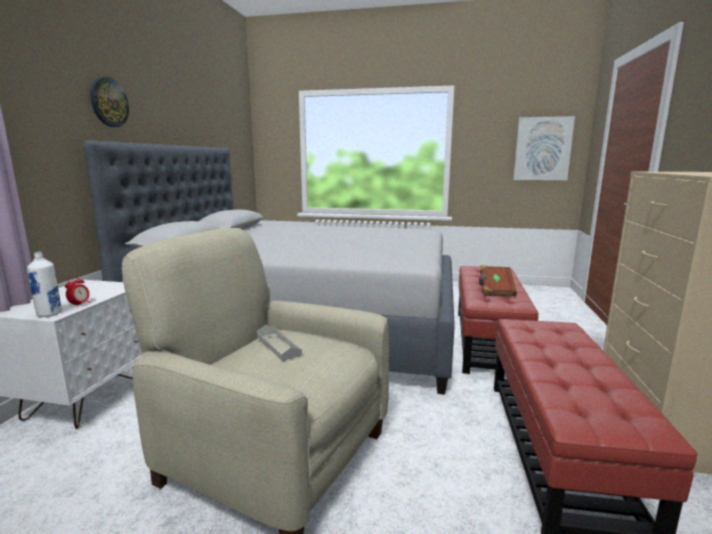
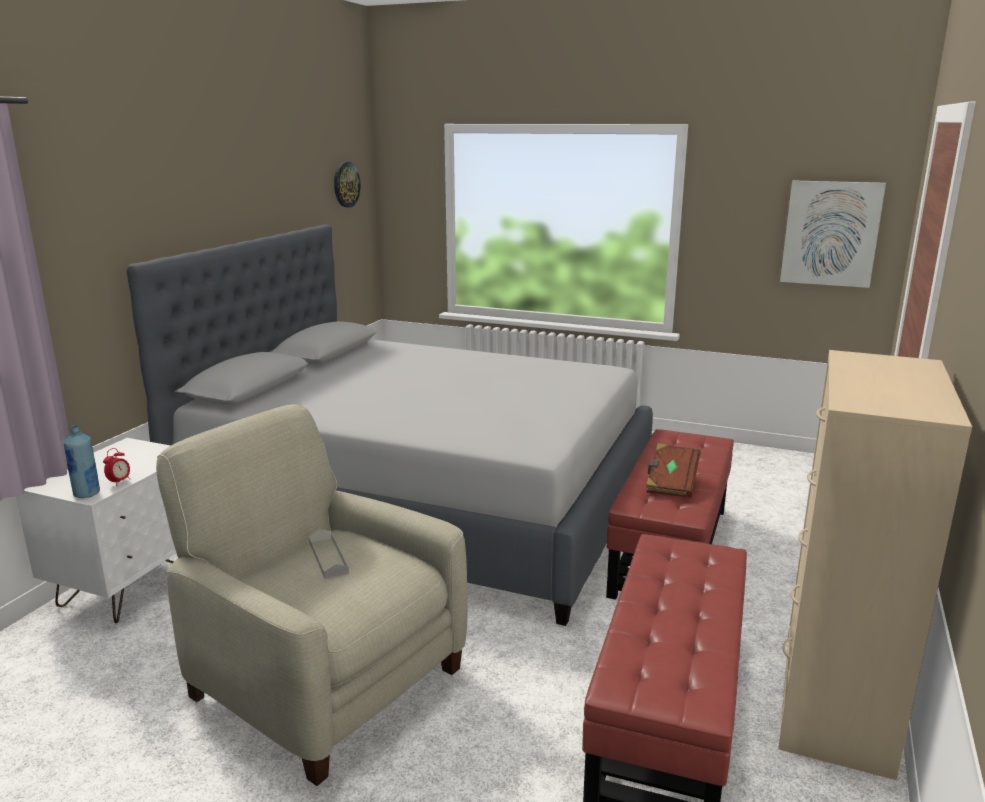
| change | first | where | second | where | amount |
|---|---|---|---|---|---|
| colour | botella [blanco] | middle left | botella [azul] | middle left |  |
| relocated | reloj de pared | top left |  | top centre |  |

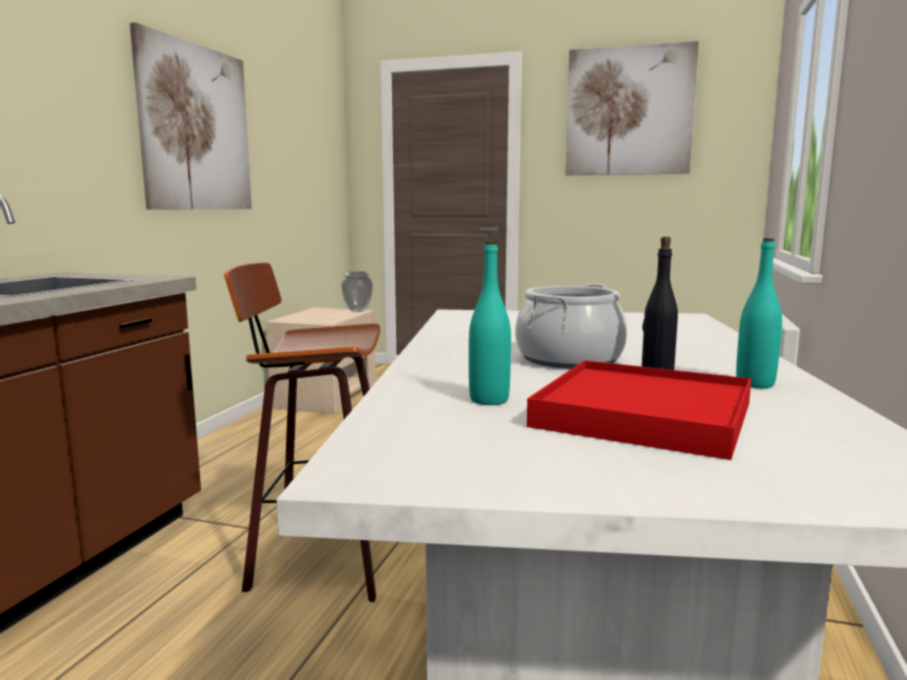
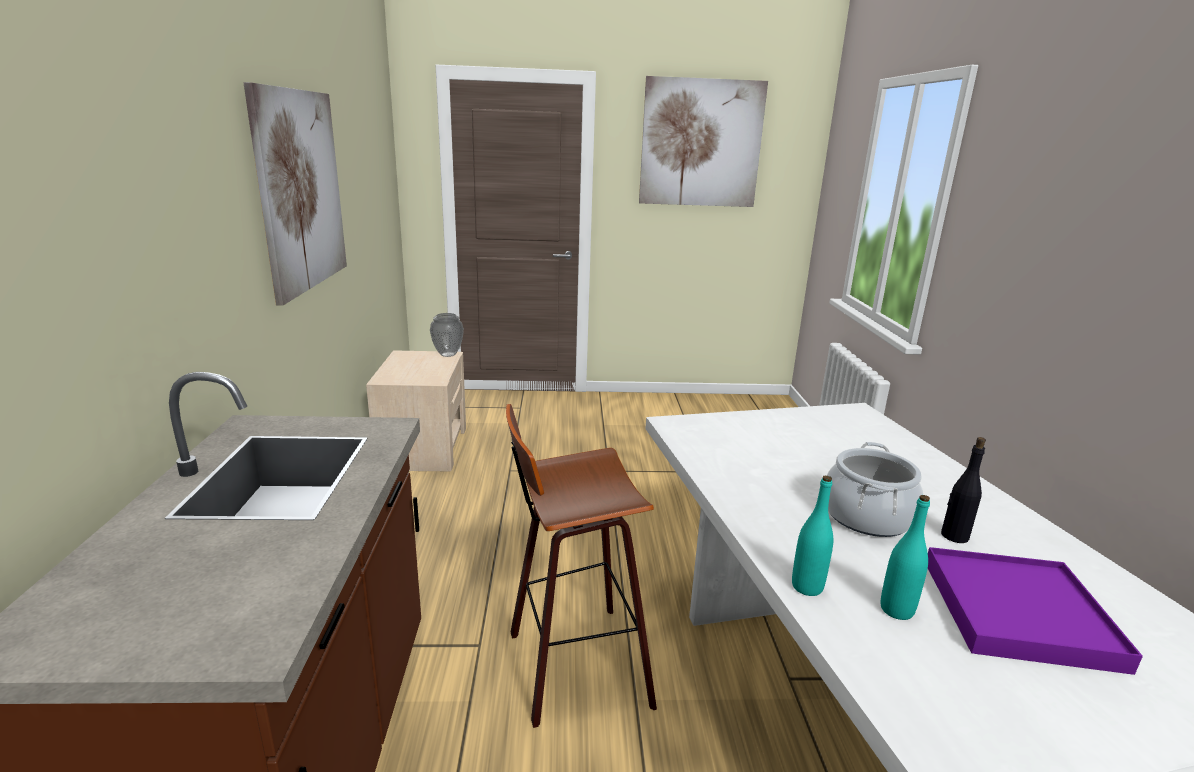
| change | first | where | second | where | amount |
|---|---|---|---|---|---|
| relocated | botella [turquesa] (no. 2 from left in the first image) | middle right | botella [turquesa] (no. 1 from left) | bottom right |  |
| colour | bandeja [rojo] | middle right | bandeja [morado] | bottom right |  |

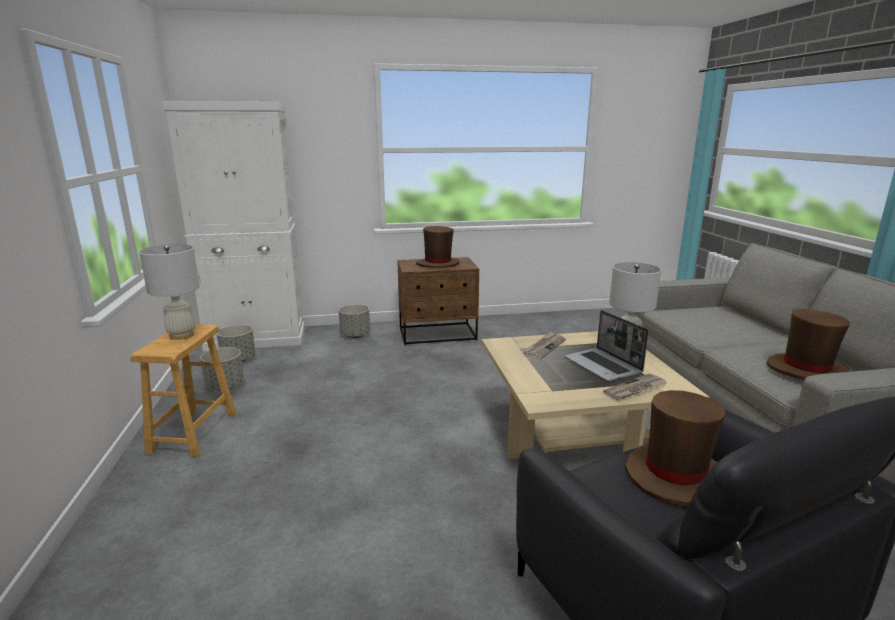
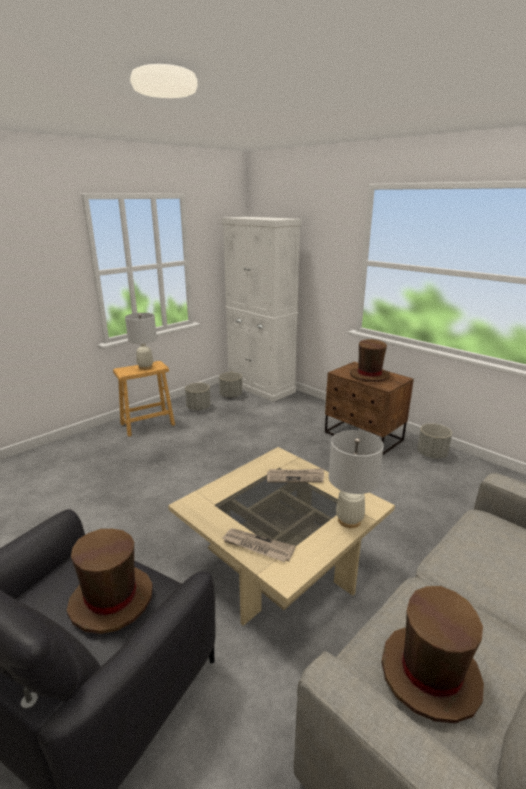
| change | first | where | second | where | amount |
|---|---|---|---|---|---|
| relocated | maceta [gris] (no. 3 from left) | centre |  | middle right |  |
| missing | portátil | middle right |  |  |  |

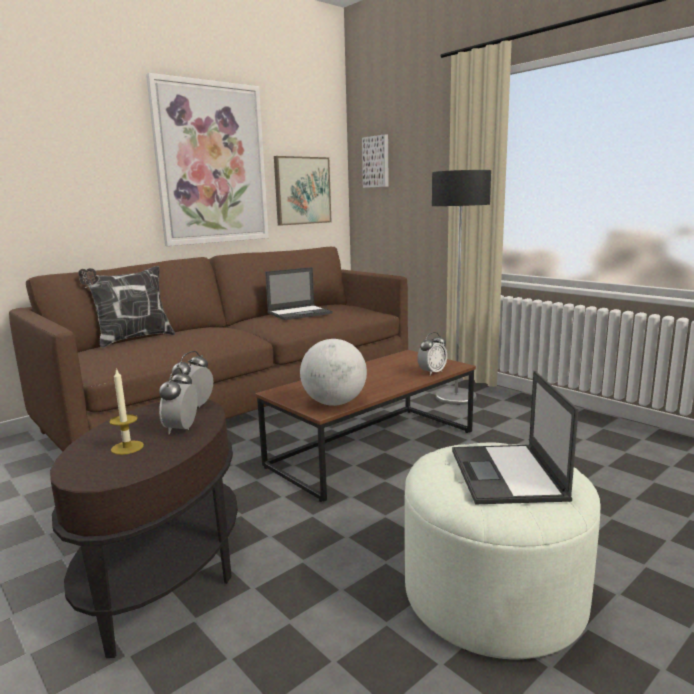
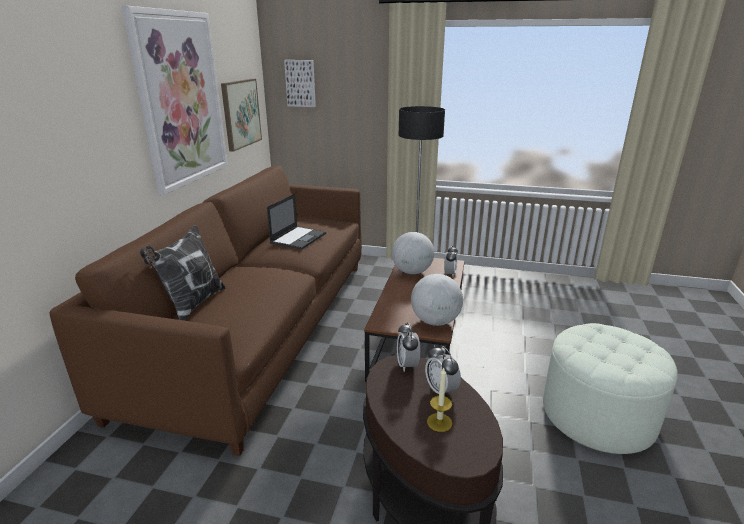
| change | first | where | second | where | amount |
|---|---|---|---|---|---|
| appeared |  |  | globo terráqueo (no. 1 from left) | centre |  |
| missing | portátil (no. 2 from left) | middle right |  |  |  |

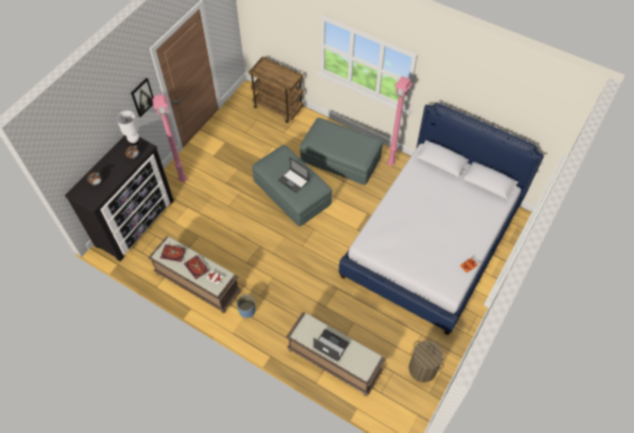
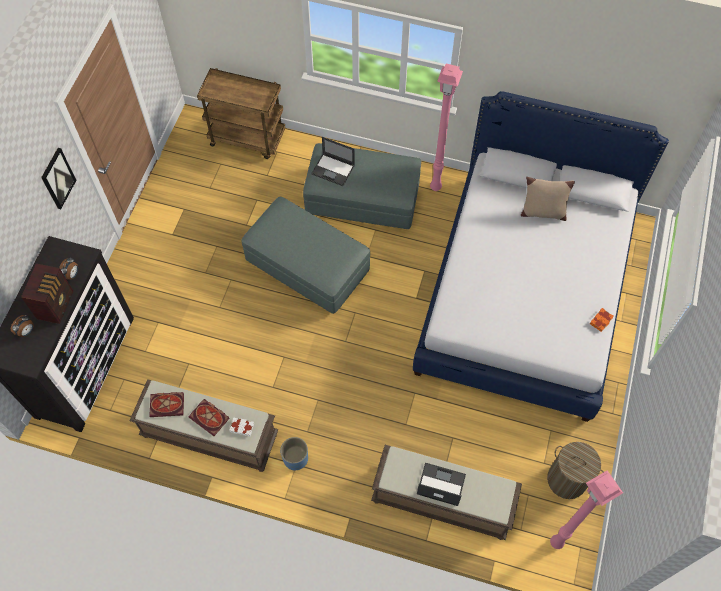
| change | first | where | second | where | amount |
|---|---|---|---|---|---|
| appeared |  |  | radio | middle left |  |
| relocated | portátil (no. 1 from left) | centre |  | top centre |  |
| appeared |  |  | cojín [beis] | middle right |  |
| relocated | lámpara de pie [rosa] (no. 1 from left in the first image) | top left | lámpara de pie [rosa] (no. 2 from left) | bottom right |  |
| missing | lámpara de mesa [blanco] | top left |  |  |  |

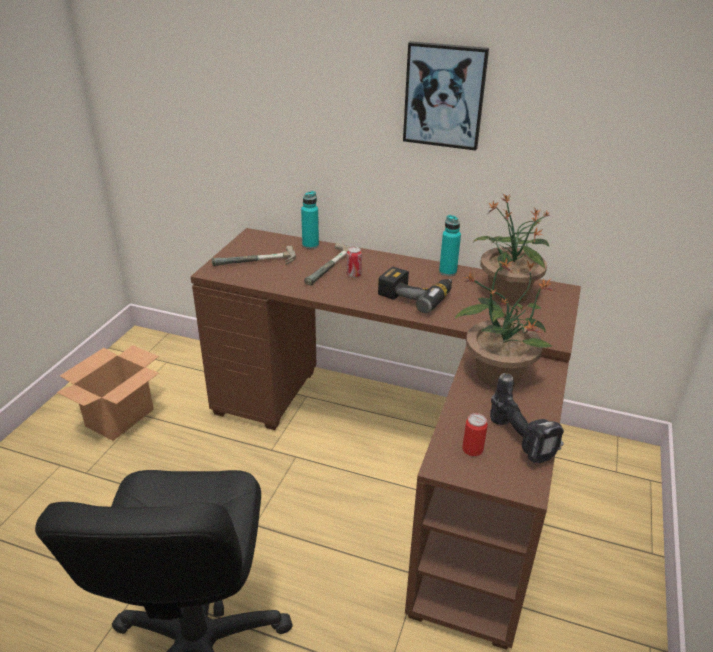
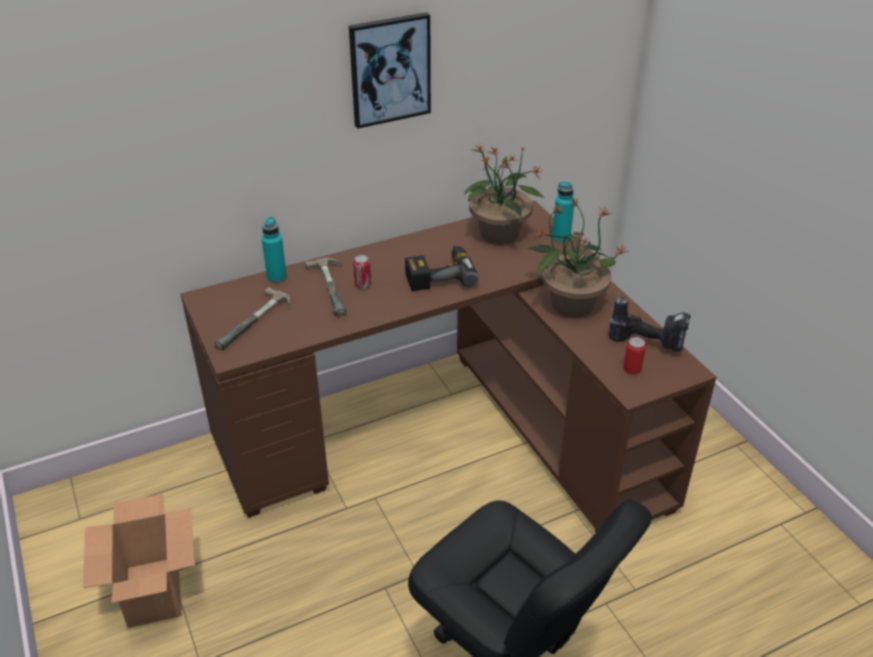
| change | first | where | second | where | amount |
|---|---|---|---|---|---|
| relocated | botella [turquesa] (no. 2 from left) | centre |  | top centre |  |

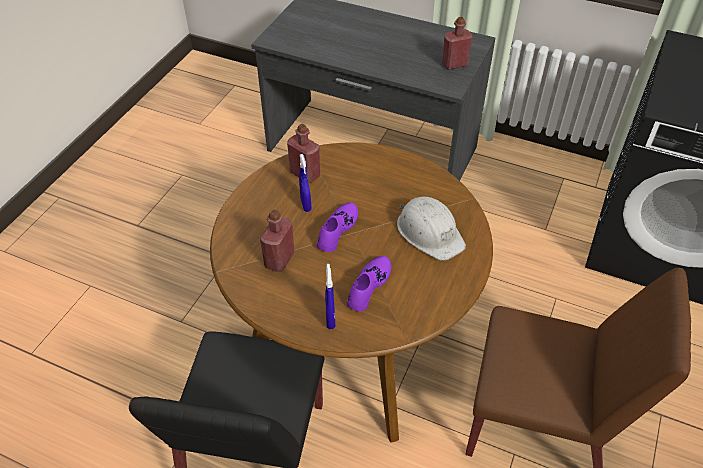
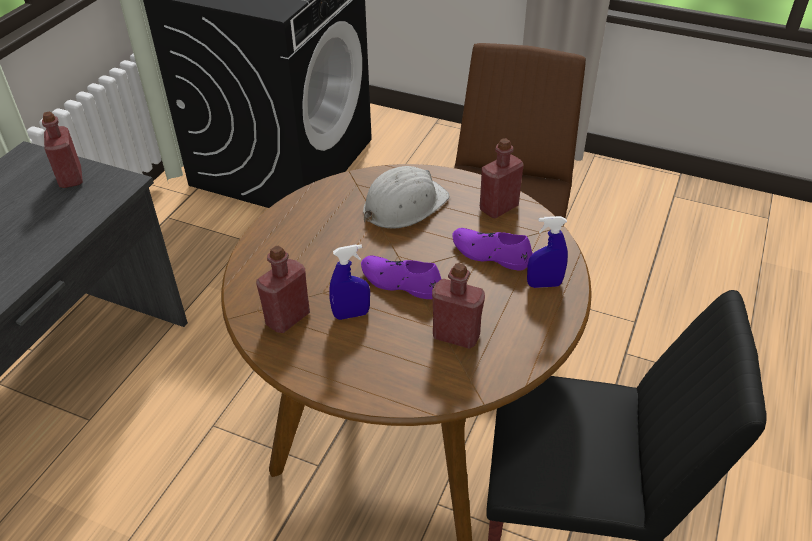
| change | first | where | second | where | amount |
|---|---|---|---|---|---|
| appeared |  |  | botella [rojo] (no. 4 from left) | top centre |  |

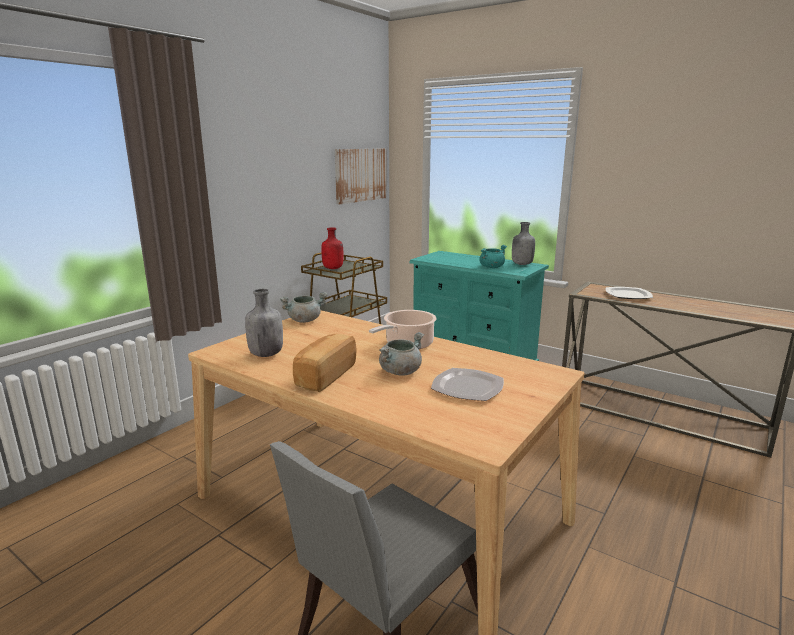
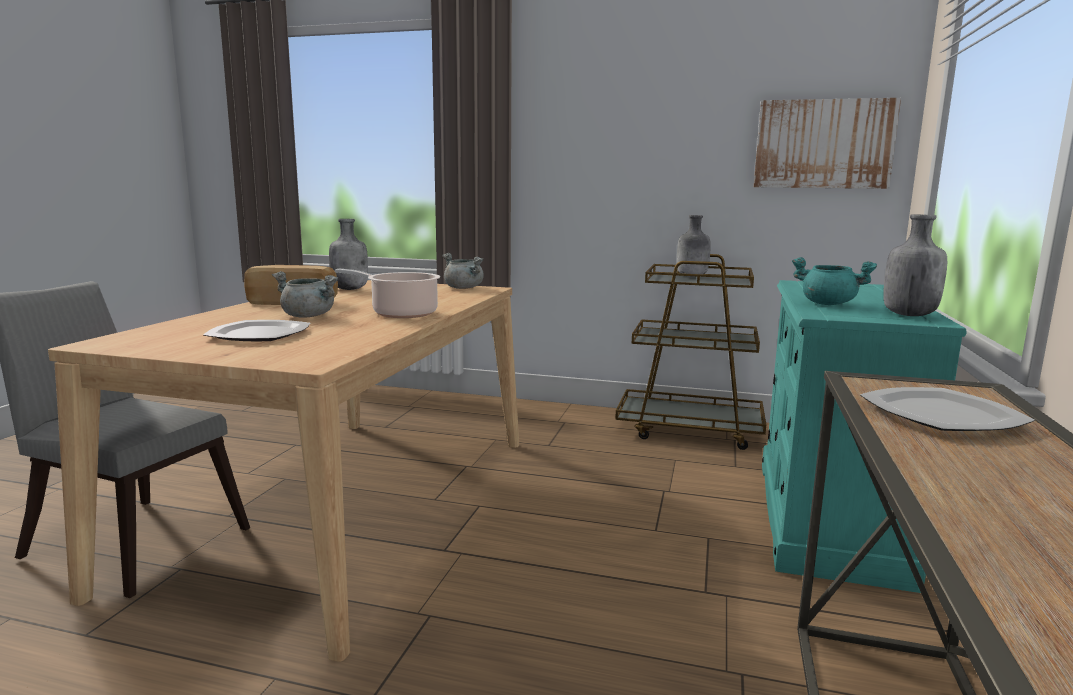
| change | first | where | second | where | amount |
|---|---|---|---|---|---|
| colour | botella [rojo] | centre | botella [gris] (no. 2 from left) | centre |  |

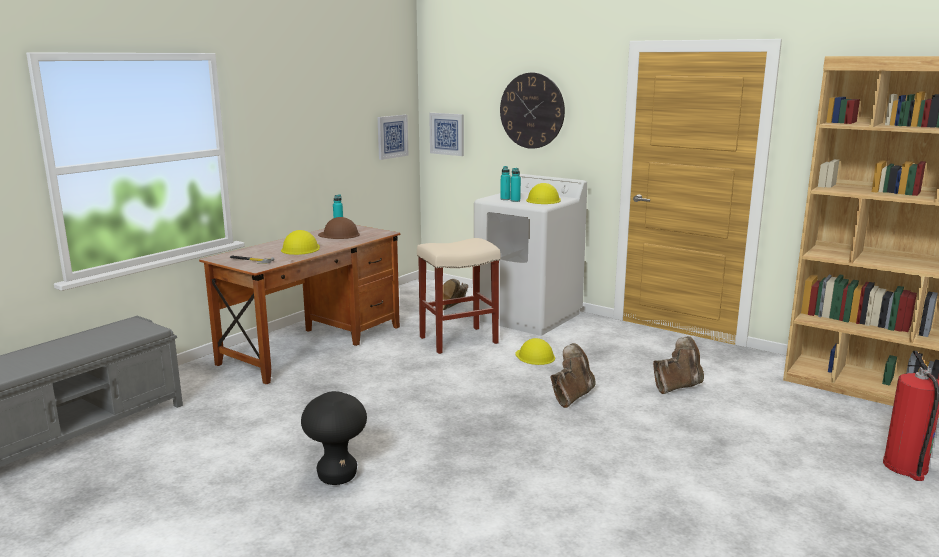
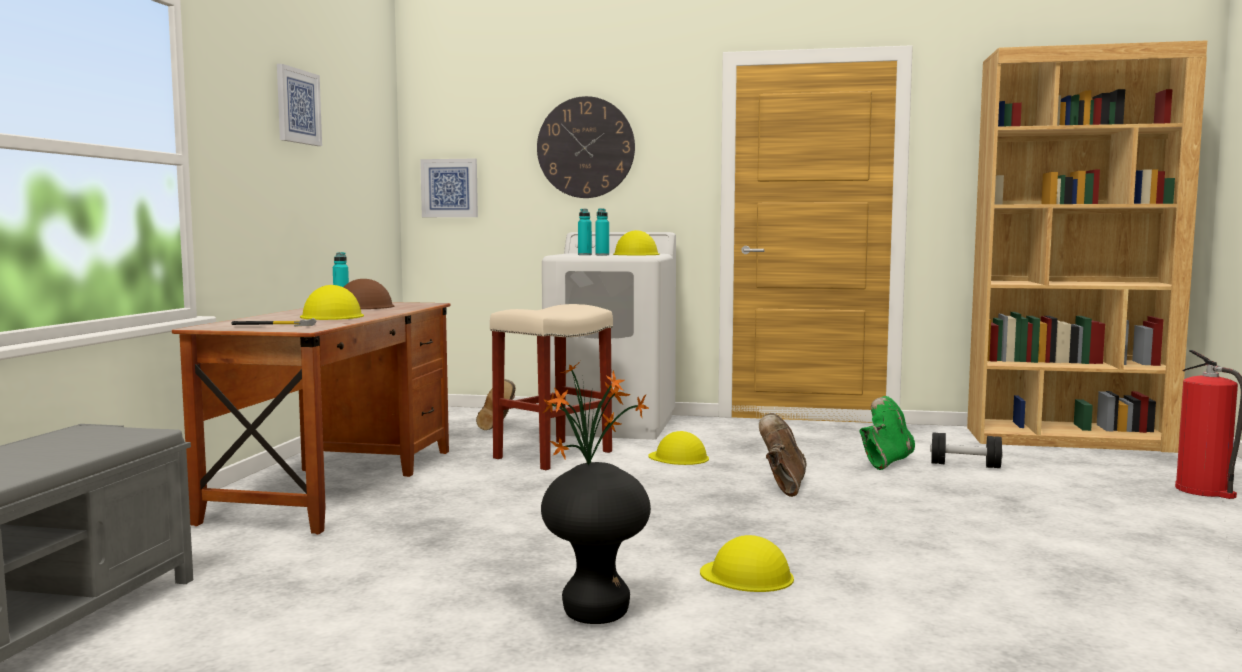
| change | first | where | second | where | amount |
|---|---|---|---|---|---|
| relocated | cuadro (no. 1 from left) | top centre |  | top left |  |
| appeared |  |  | planta en maceta | centre |  |
| appeared |  |  | casco [amarillo] (no. 4 from left) | bottom centre |  |
| colour | bota [marrón] (no. 3 from left) | middle right | bota [verde] | middle right |  |
| appeared |  |  | mancuerna [negro] | bottom right |  |

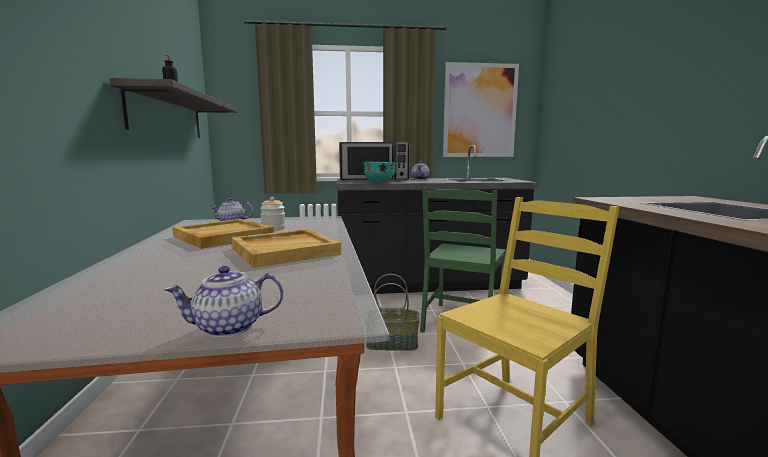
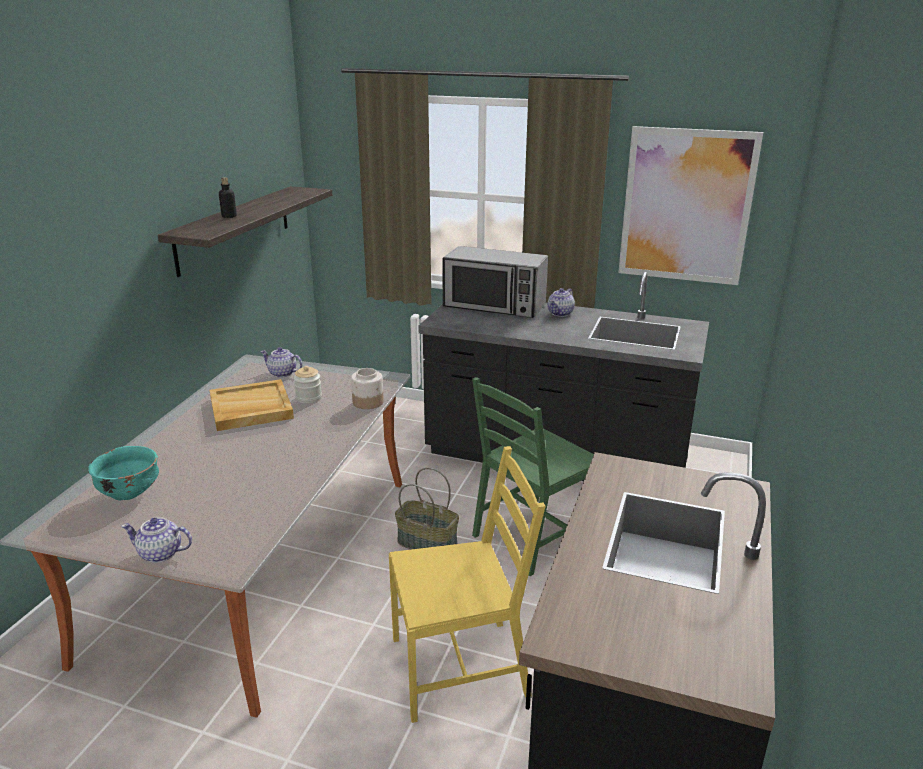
| change | first | where | second | where | amount |
|---|---|---|---|---|---|
| relocated | cuenco [turquesa] | centre |  | middle left |  |
| appeared |  |  | tarro (no. 2 from left) | centre |  |
| missing | bandeja [beis] (no. 2 from left) | centre |  |  |  |

